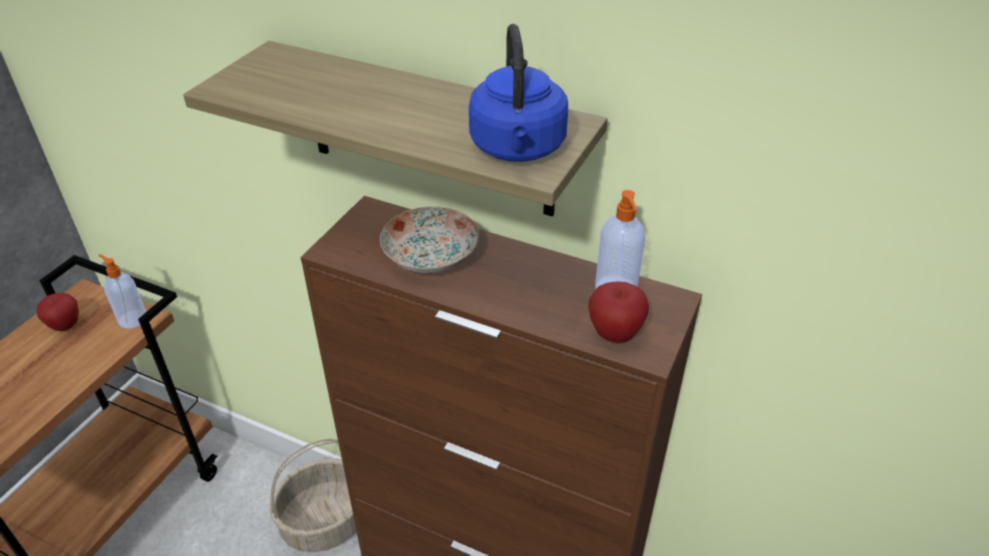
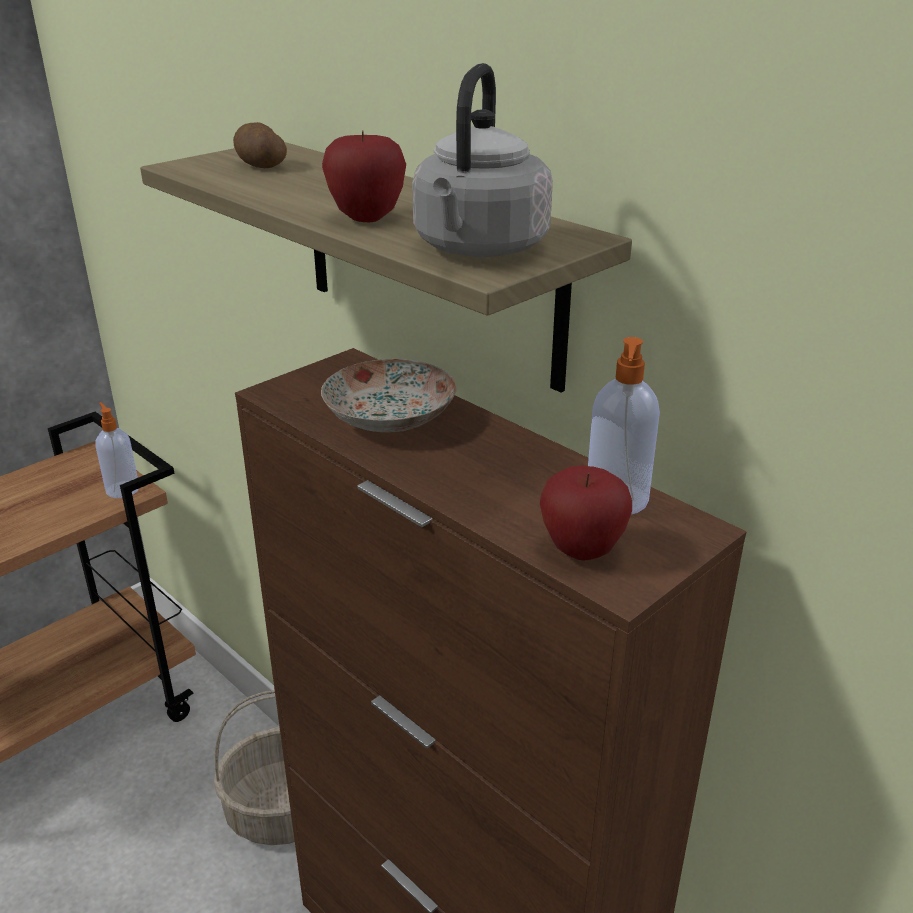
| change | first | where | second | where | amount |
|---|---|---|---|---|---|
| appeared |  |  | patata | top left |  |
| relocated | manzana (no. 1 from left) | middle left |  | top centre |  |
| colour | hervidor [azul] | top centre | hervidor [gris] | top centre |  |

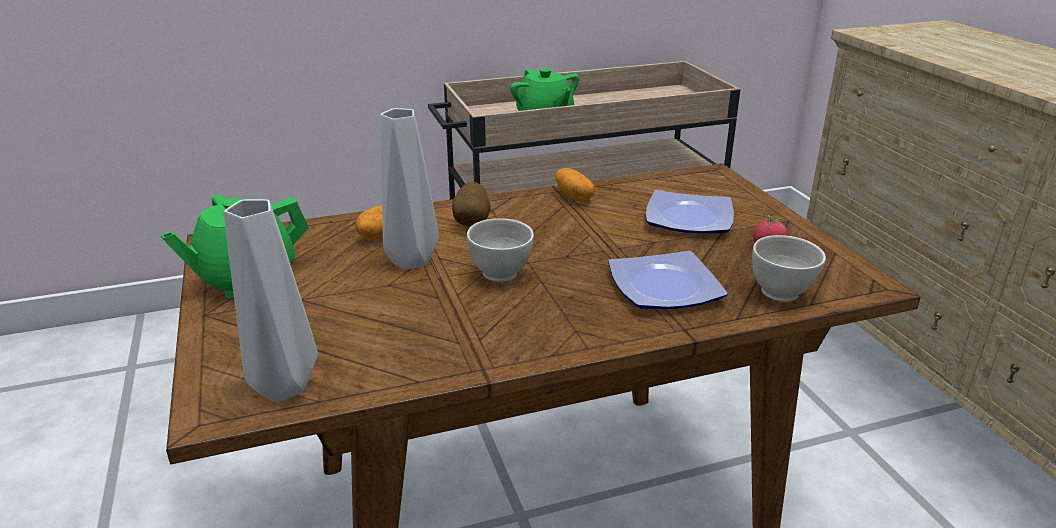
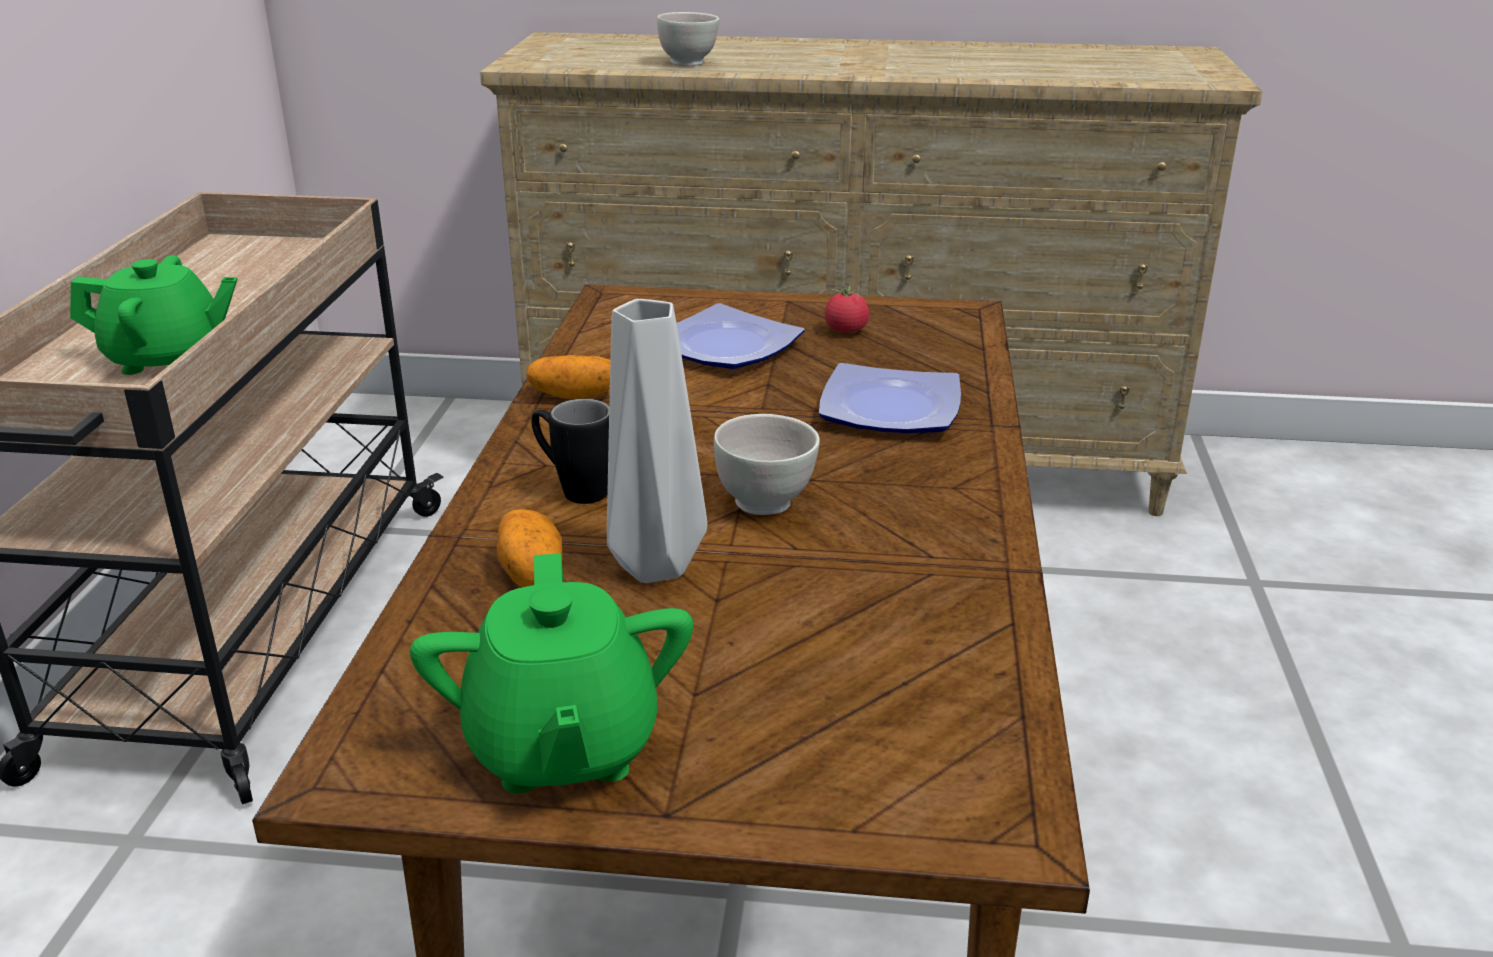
| change | first | where | second | where | amount |
|---|---|---|---|---|---|
| exchanged | patata (no. 2 from left) | centre | taza grande [negro] | centre |  |
| relocated | cuenco [blanco] (no. 2 from left in the first image) | middle right | cuenco [blanco] (no. 1 from left) | top centre |  |
| missing | florero [gris] (no. 1 from left) | middle left |  |  |  |

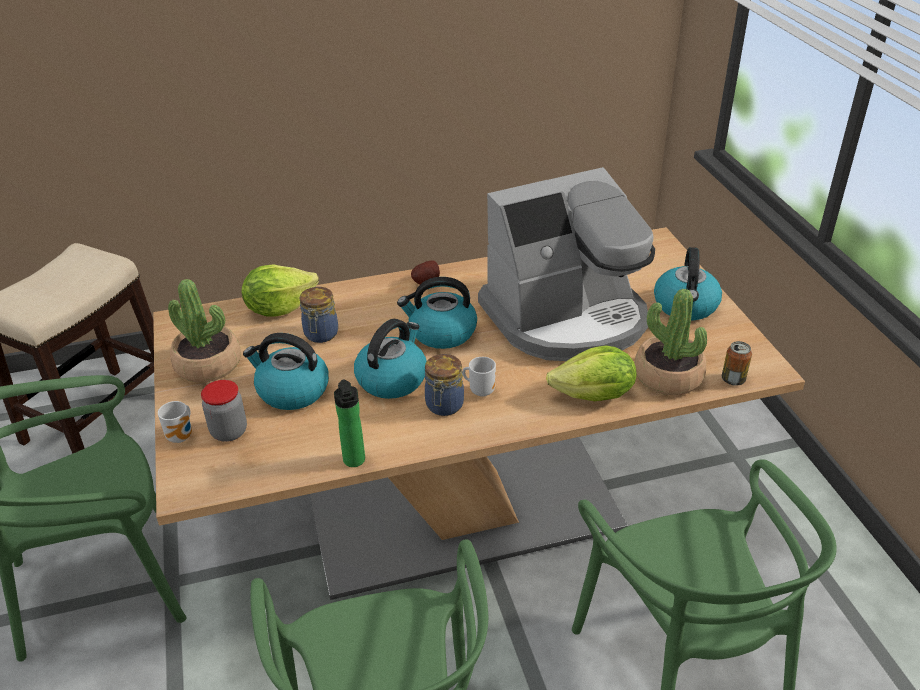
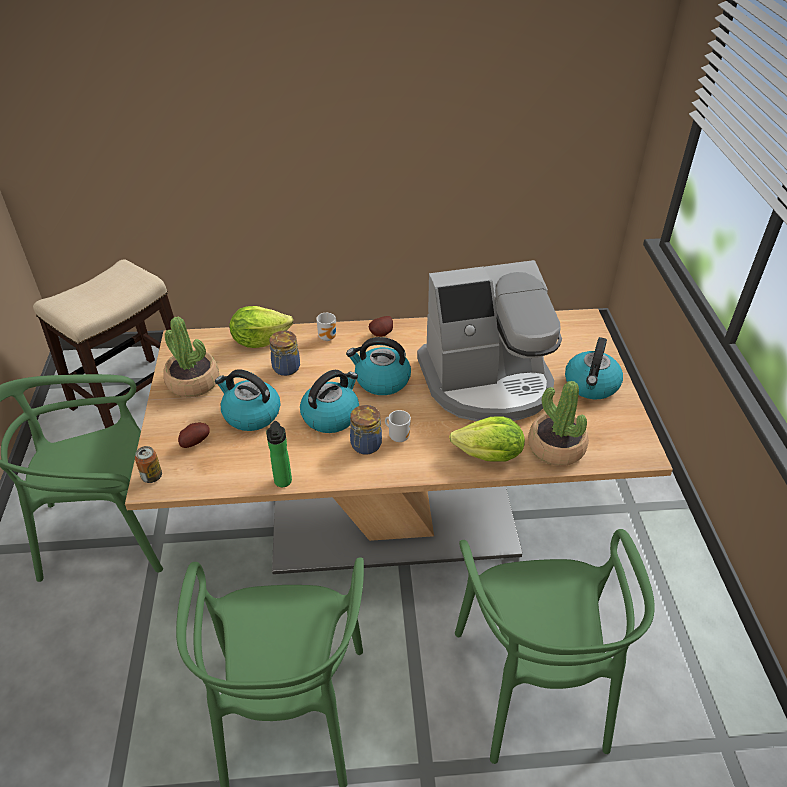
| change | first | where | second | where | amount |
|---|---|---|---|---|---|
| relocated | lata | middle right |  | middle left |  |
| exchanged | tarro (no. 1 from left) | middle left | patata (no. 1 from left) | middle left |  |
| relocated | taza grande (no. 1 from left) | middle left |  | centre |  |

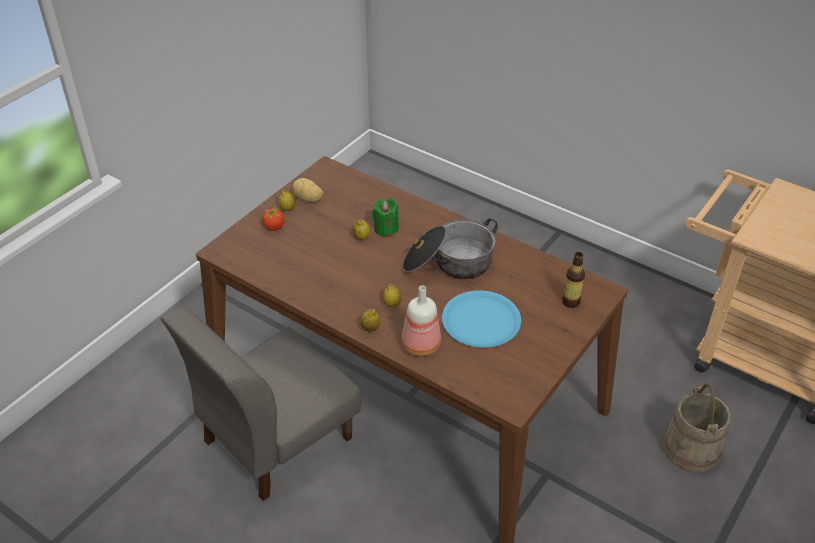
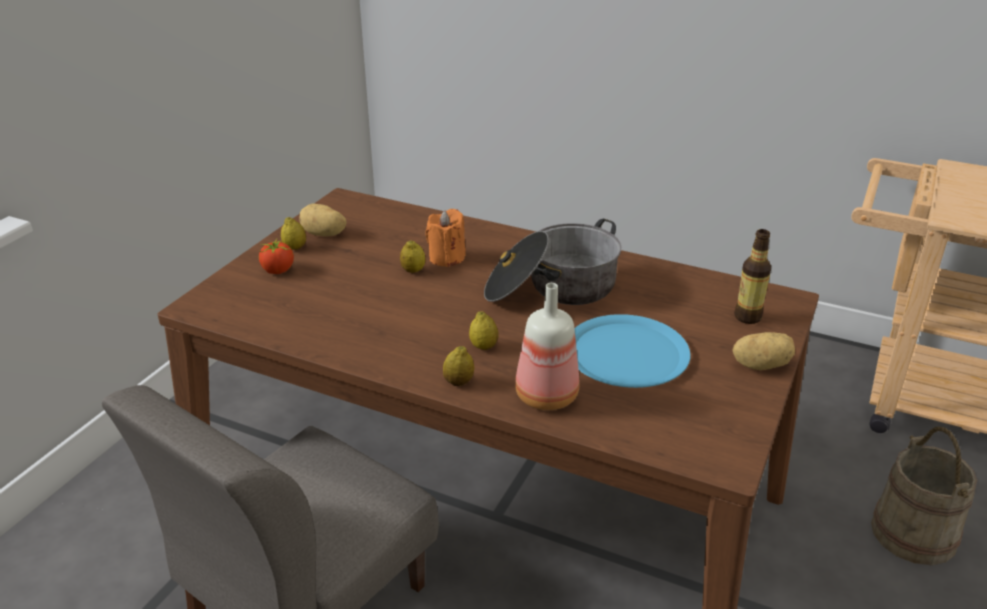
| change | first | where | second | where | amount |
|---|---|---|---|---|---|
| colour | vela [verde] | centre | vela [naranja] | centre |  |
| appeared |  |  | patata (no. 2 from left) | middle right |  |

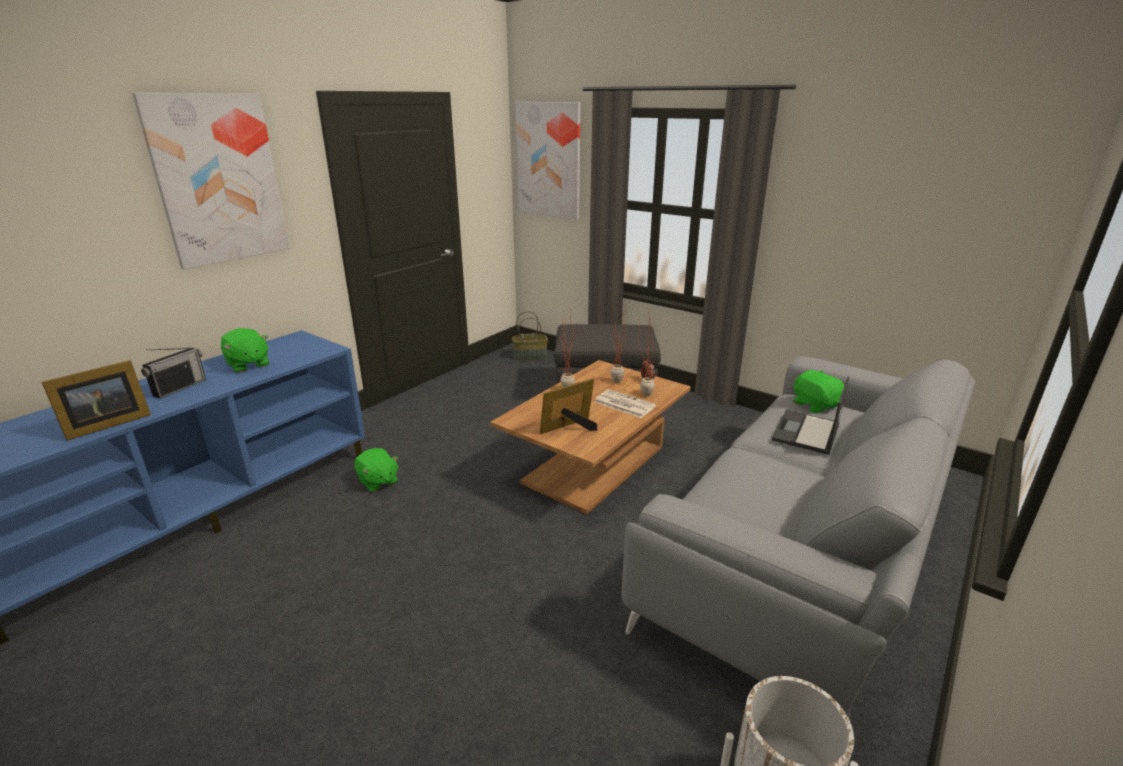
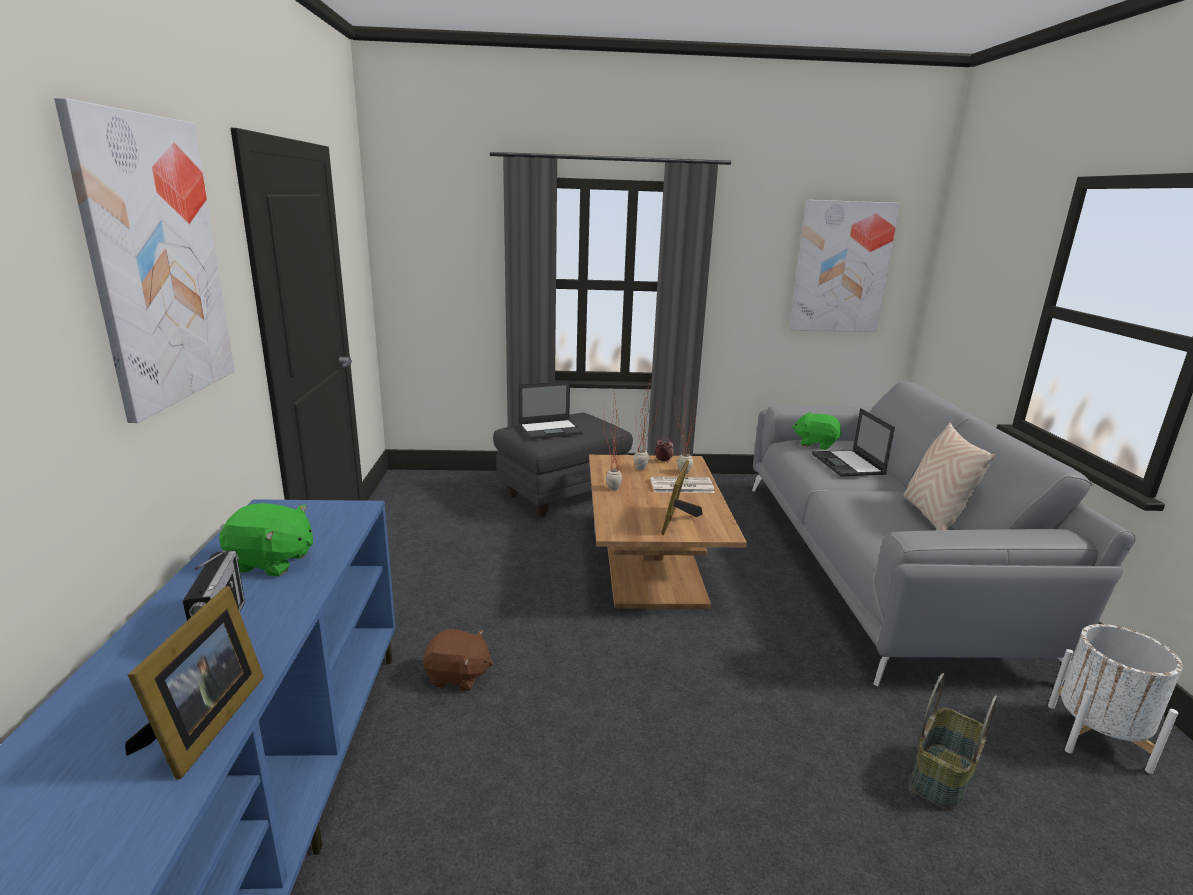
| change | first | where | second | where | amount |
|---|---|---|---|---|---|
| colour | peluche [verde] (no. 2 from left) | centre | peluche [marrón] | bottom centre |  |
| appeared |  |  | portátil (no. 1 from left) | centre |  |
| relocated | cuadro (no. 2 from left) | top centre |  | top right |  |
| appeared |  |  | cojín [beis] | middle right |  |
| relocated | cesta | centre |  | bottom right |  |

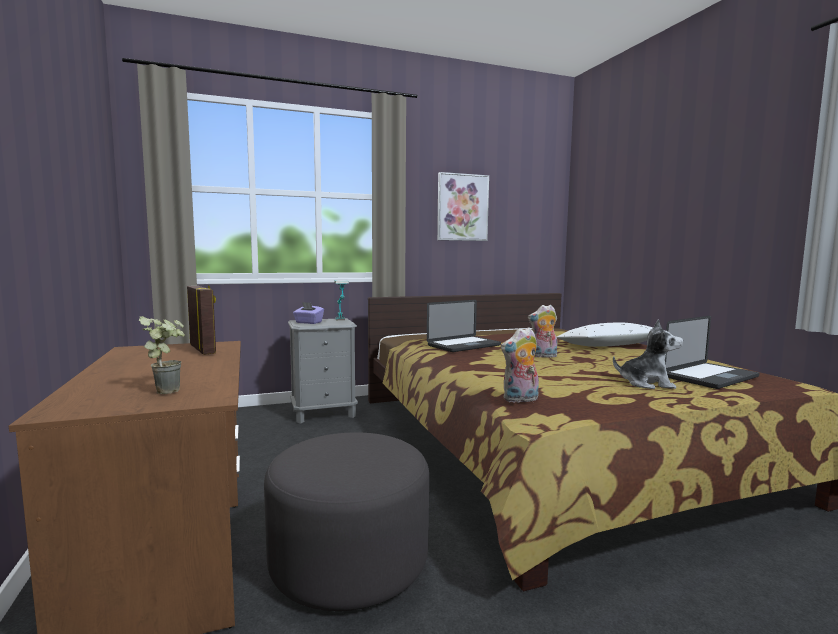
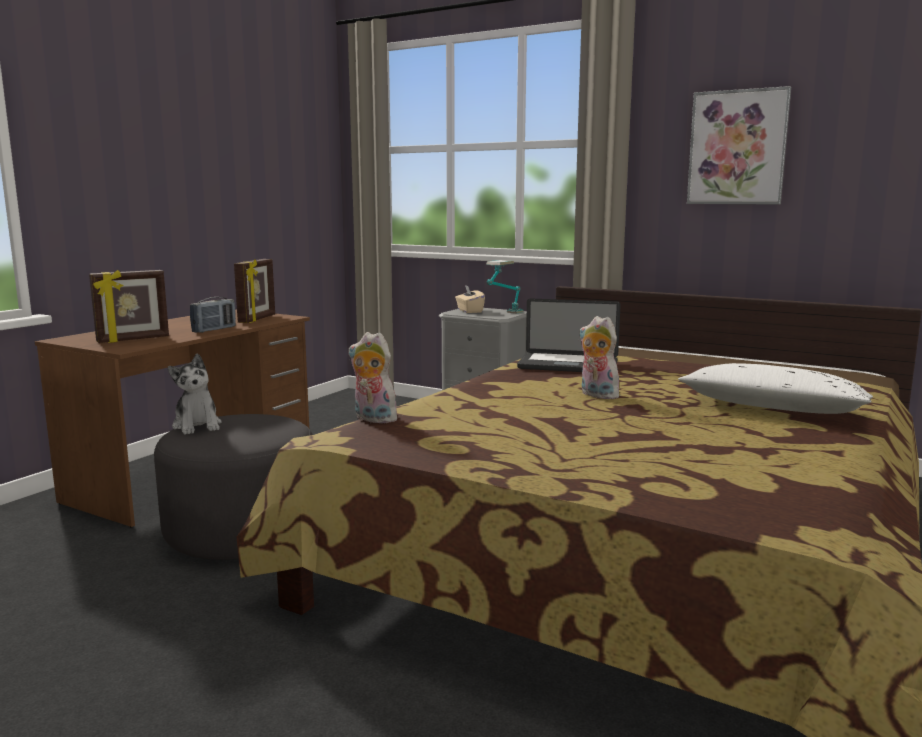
| change | first | where | second | where | amount |
|---|---|---|---|---|---|
| exchanged | planta en maceta | middle left | portarretratos (no. 1 from left) | middle left |  |
| relocated | peluche (no. 3 from left in the first image) | middle right | peluche (no. 1 from left) | middle left |  |
| appeared |  |  | radio | middle left |  |
| colour | caja de pañuelos [morado] | centre | caja de pañuelos [beis] | centre |  |
| missing | portátil (no. 2 from left) | middle right |  |  |  |

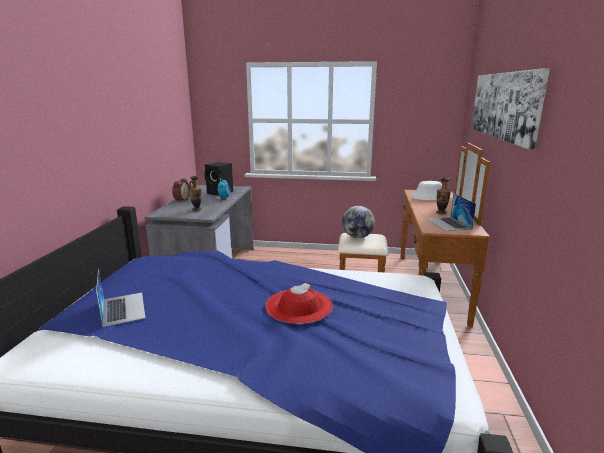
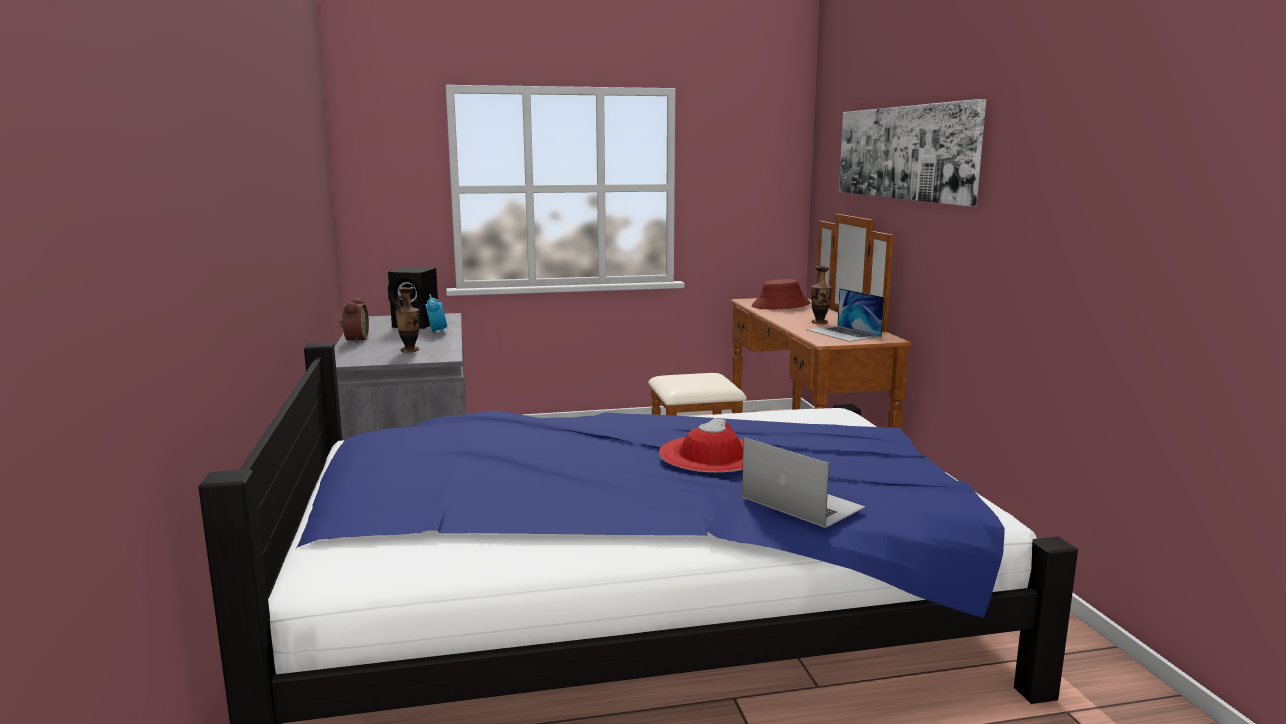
| change | first | where | second | where | amount |
|---|---|---|---|---|---|
| relocated | portátil (no. 1 from left) | middle left |  | centre |  |
| colour | sombrero [blanco] | middle right | sombrero [rojo] (no. 2 from left) | centre |  |
| missing | globo terráqueo | centre |  |  |  |

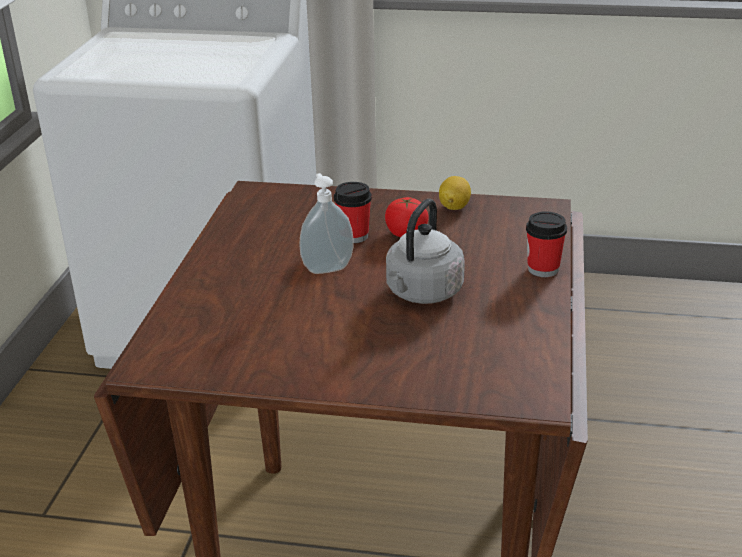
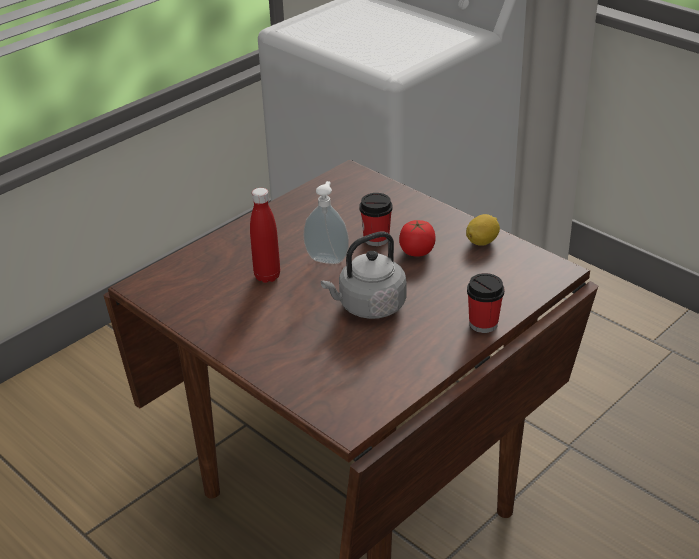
| change | first | where | second | where | amount |
|---|---|---|---|---|---|
| appeared |  |  | botella [rojo] | centre |  |

